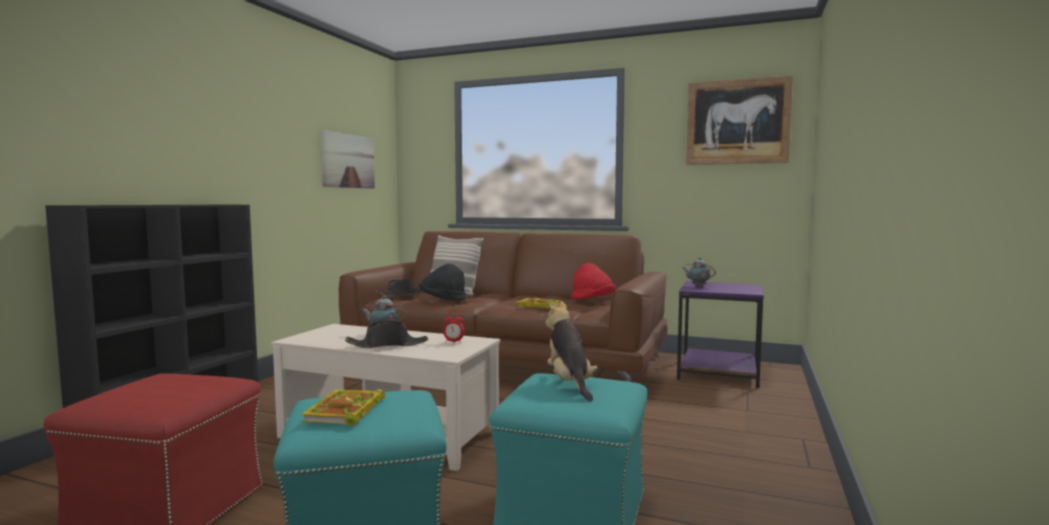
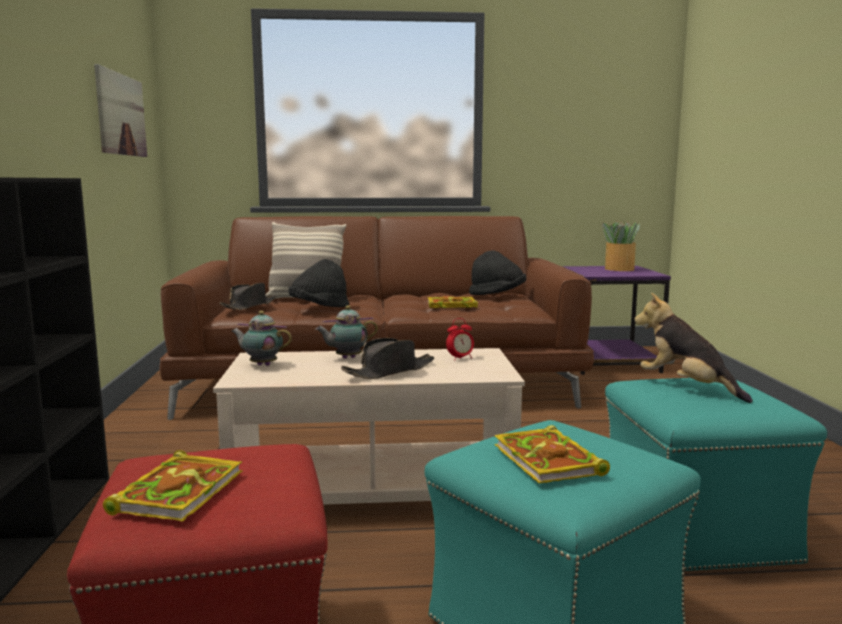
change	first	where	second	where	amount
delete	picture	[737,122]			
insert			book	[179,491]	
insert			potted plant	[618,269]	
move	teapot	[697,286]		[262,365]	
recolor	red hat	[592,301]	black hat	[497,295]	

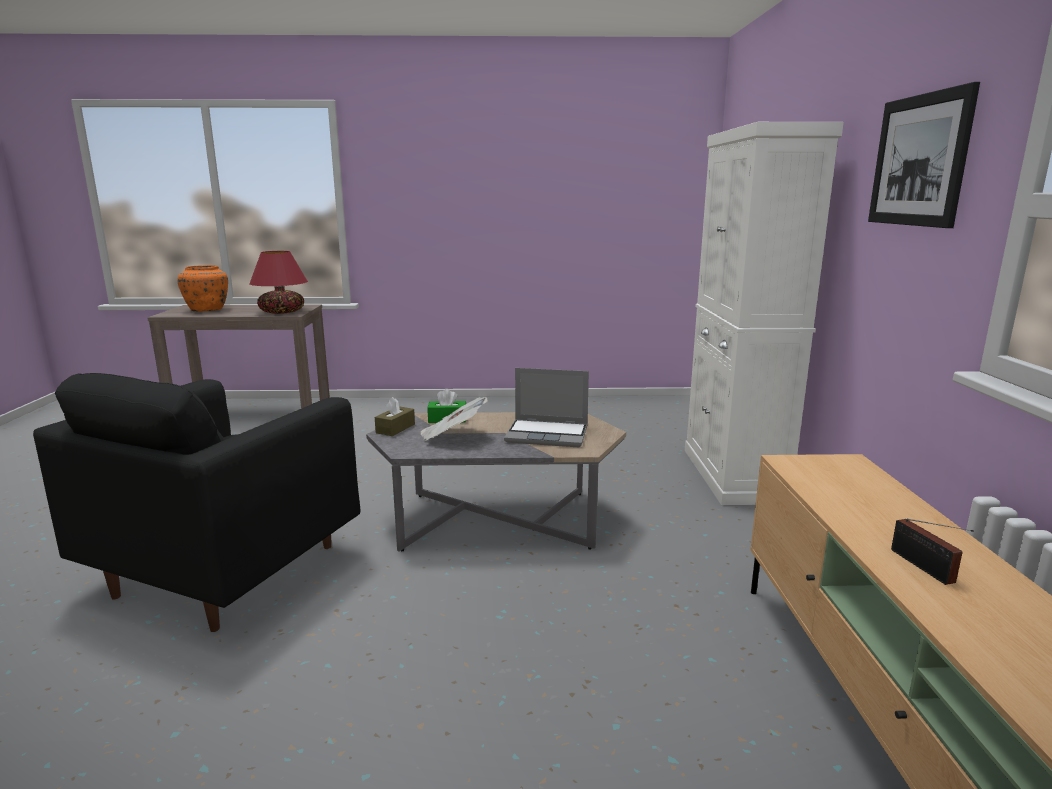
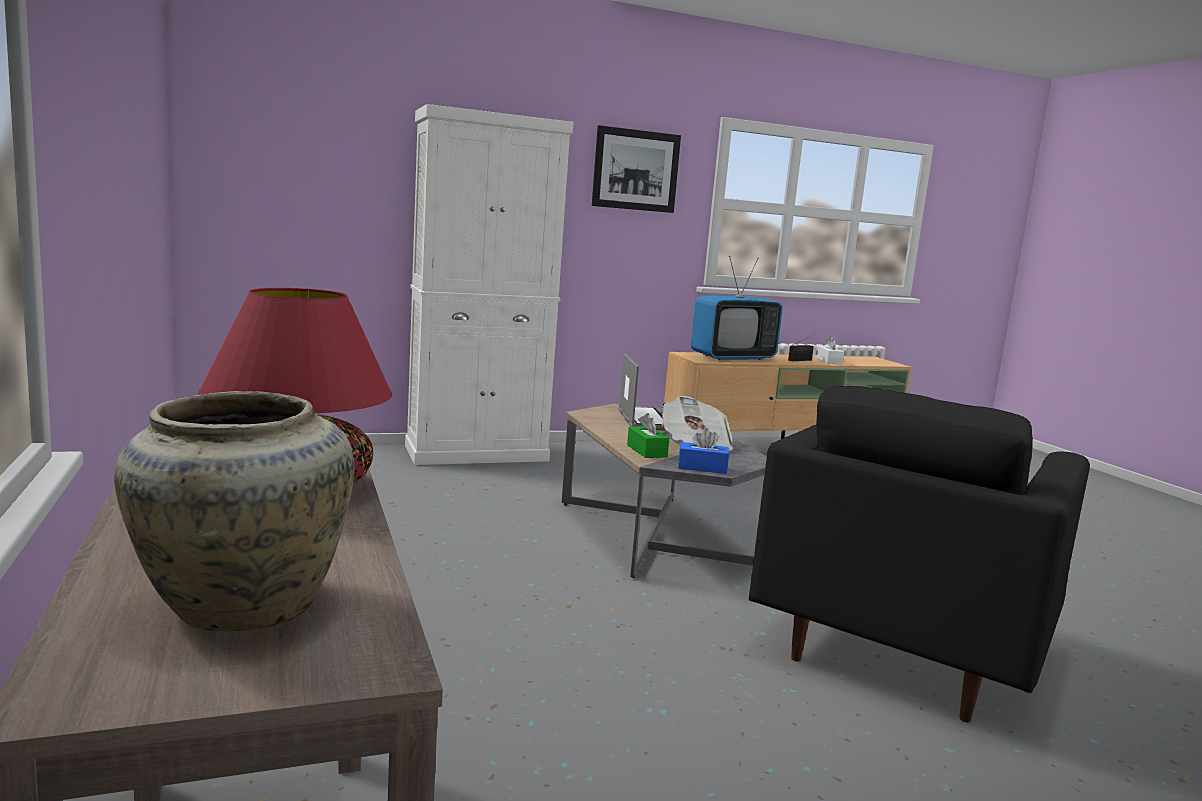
change	first	where	second	where	amount
insert			television	[732,358]	
insert			white tissue box	[829,361]	
recolor	orange vase	[207,310]	beige vase	[238,605]	
recolor	brown tissue box	[395,428]	blue tissue box	[702,467]	
rotate	black armchair	[228,570]		[901,649]	120 degrees clockwise

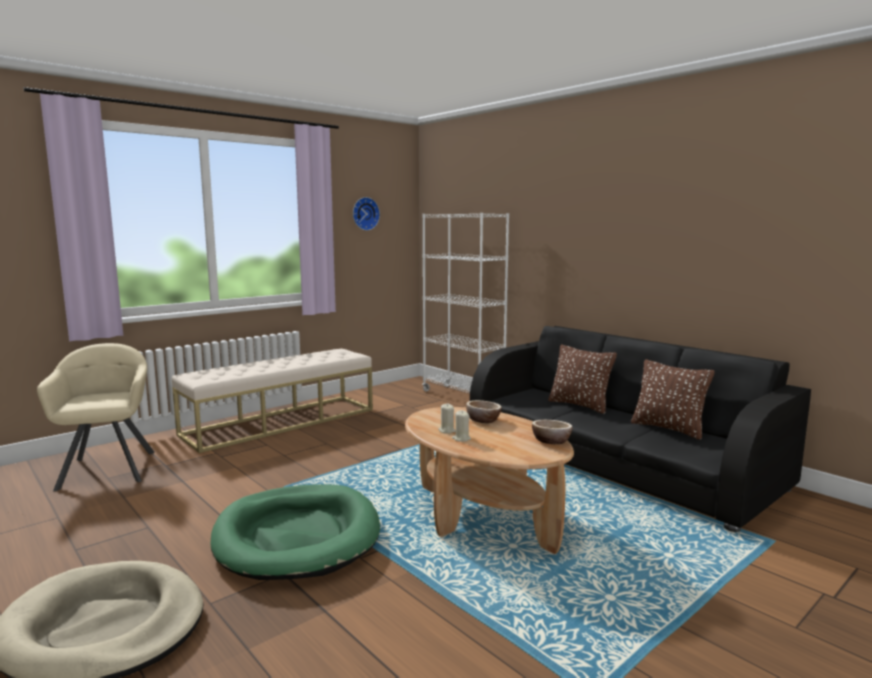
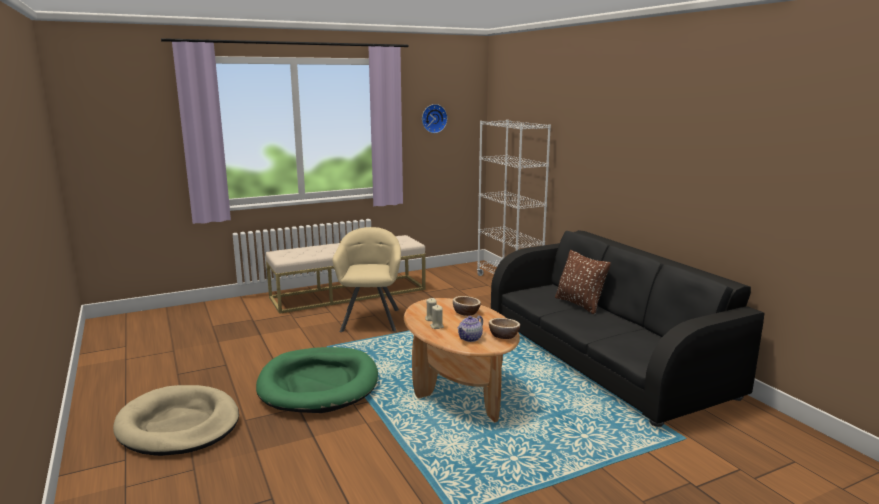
change	first	where	second	where	amount
delete	brown pillow	[668,429]			
insert			teapot	[470,338]	
move	beige armchair	[108,469]		[371,320]	

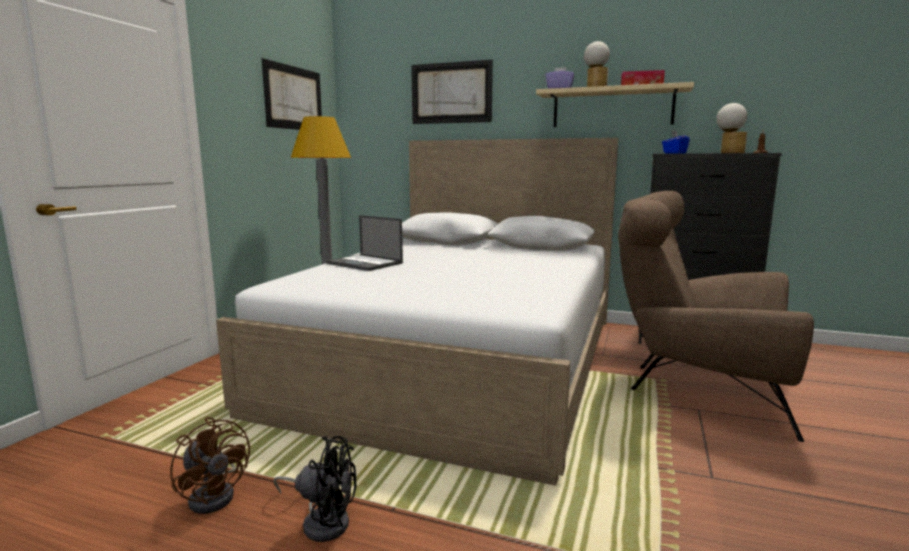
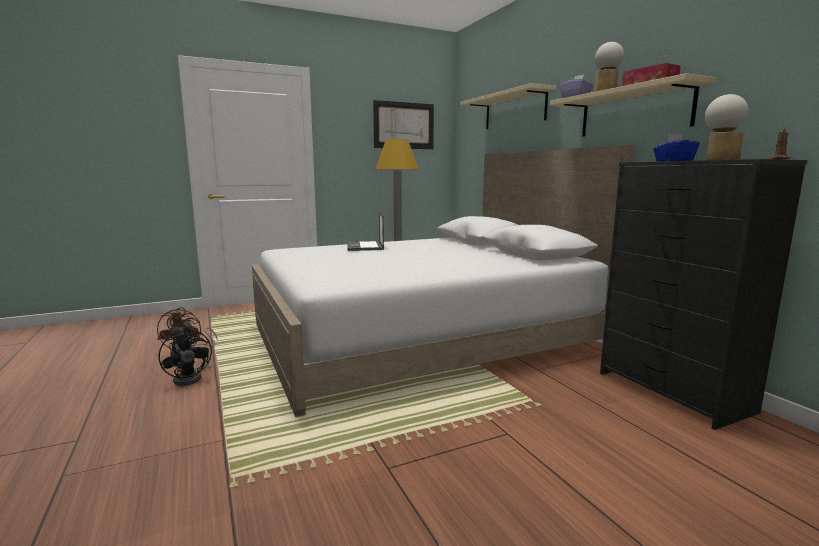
change	first	where	second	where	amount
delete	brown armchair	[697,389]			
replace	picture	[451,93]	beige shelf	[514,110]	

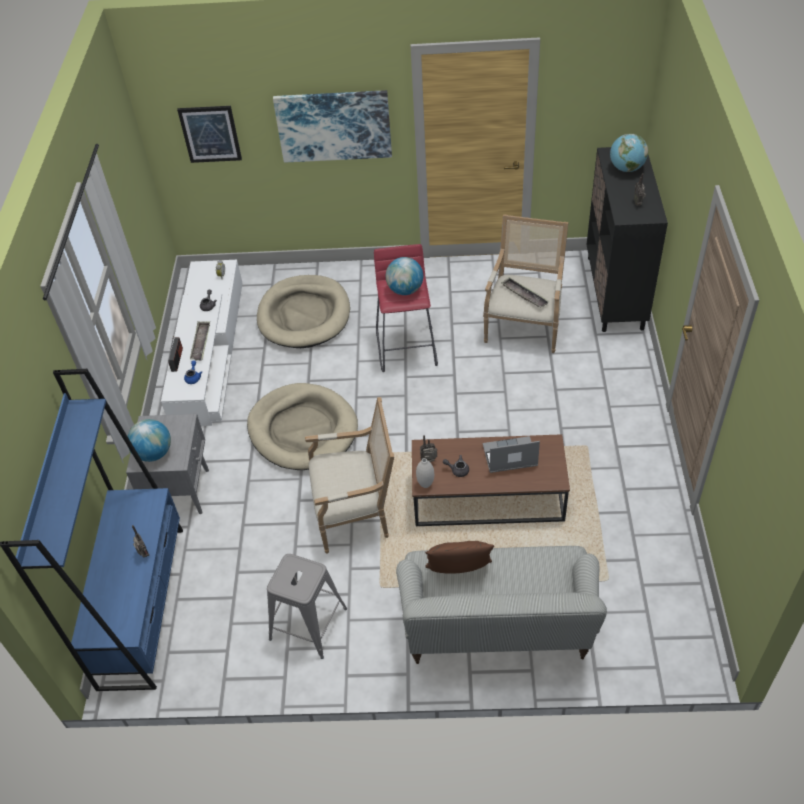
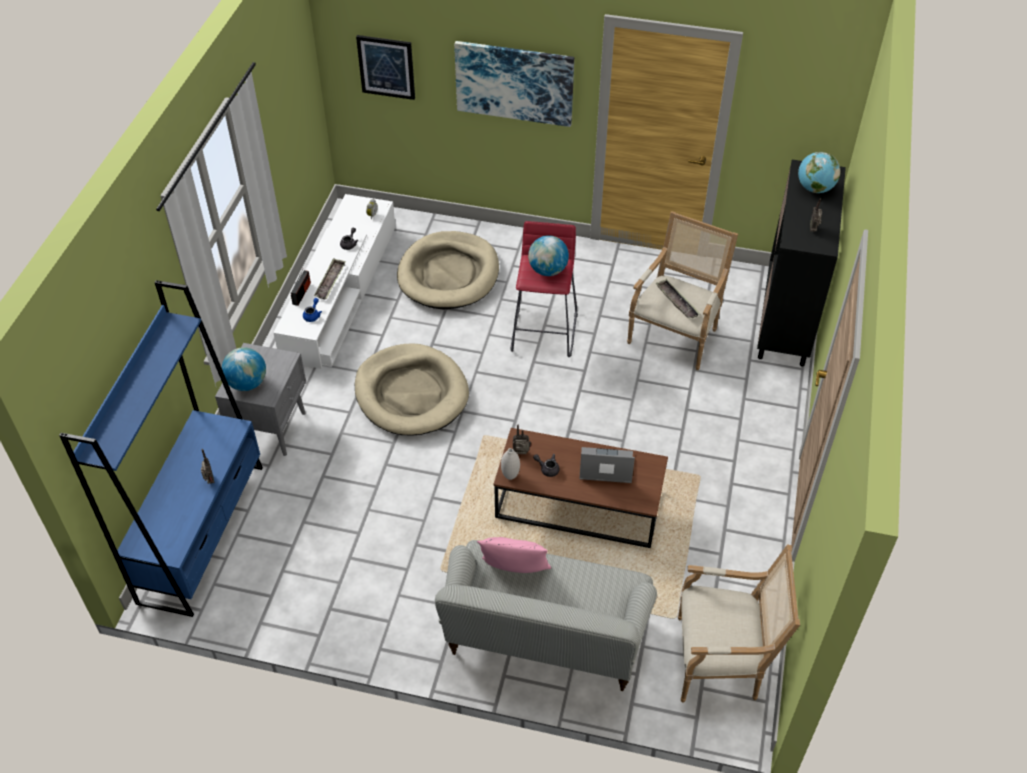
change	first	where	second	where	amount
delete	grey stool	[308,623]			
move	armchair	[356,513]		[722,661]	
recolor	brown pillow	[459,571]	pink pillow	[515,571]	

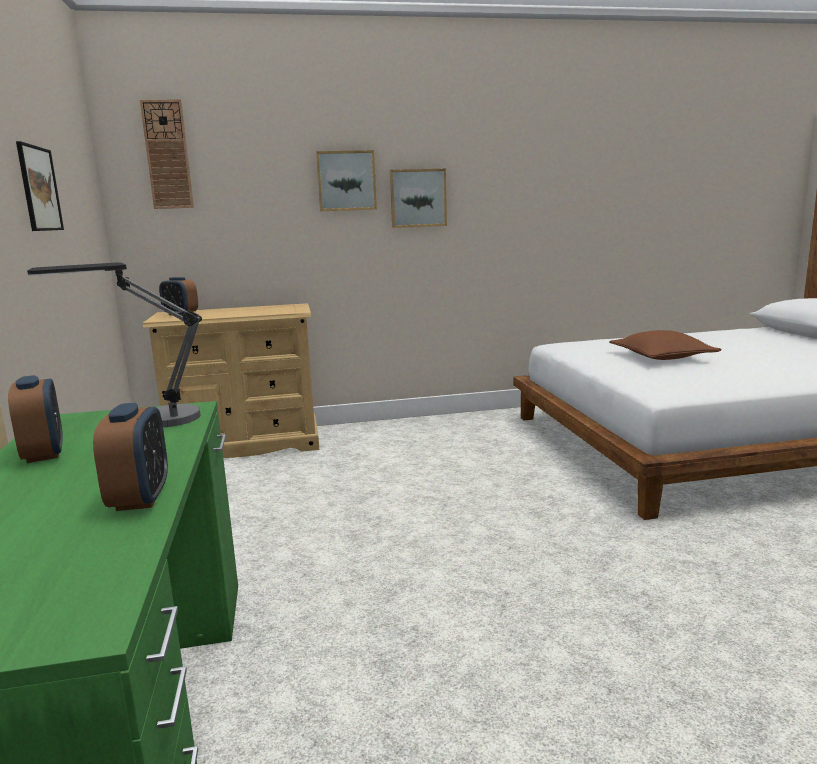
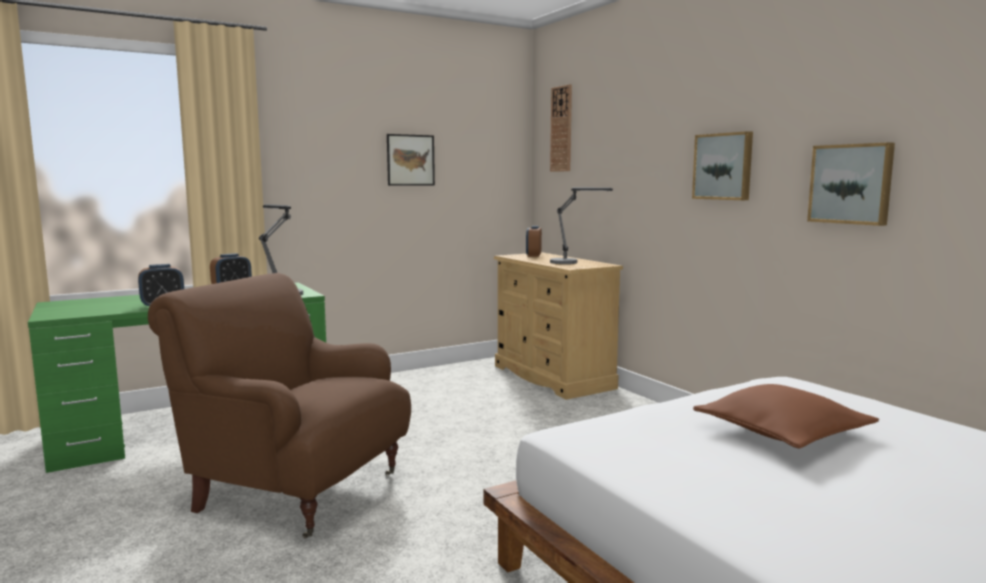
change	first	where	second	where	amount
insert			brown armchair	[296,491]	
insert			table lamp	[571,263]	
move	picture	[346,181]		[851,184]	

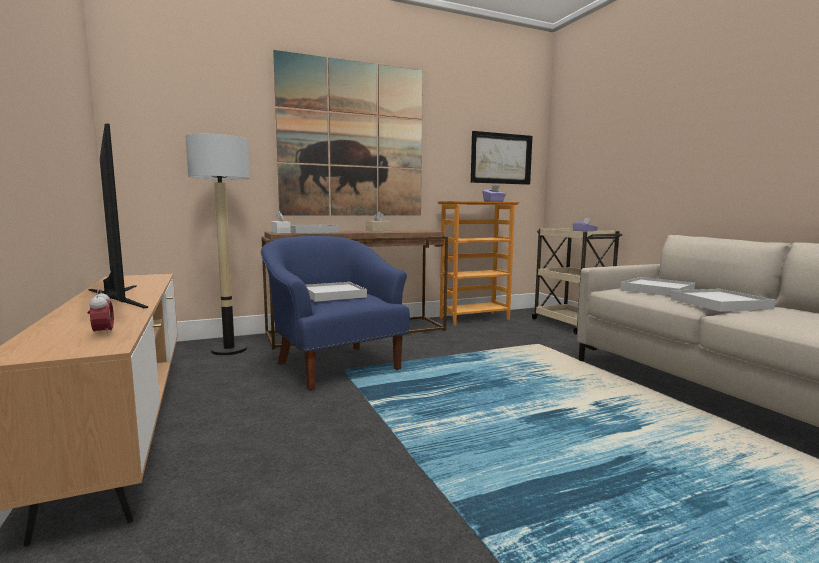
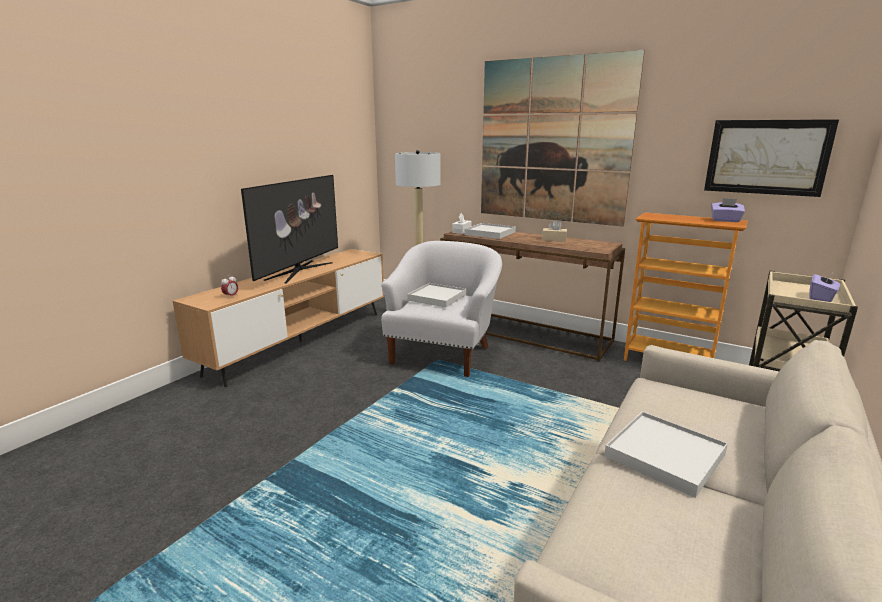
change	first	where	second	where	amount
delete	white tray	[657,290]			
recolor	blue armchair	[335,365]	white armchair	[443,354]	

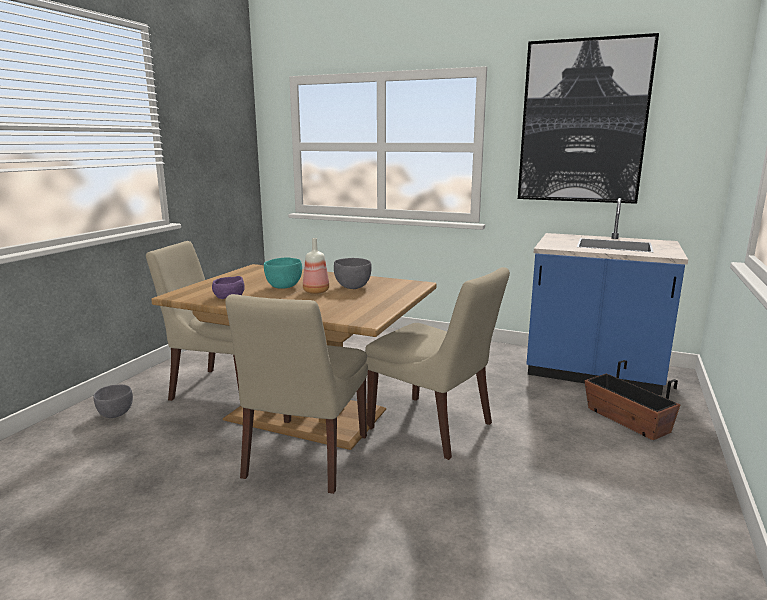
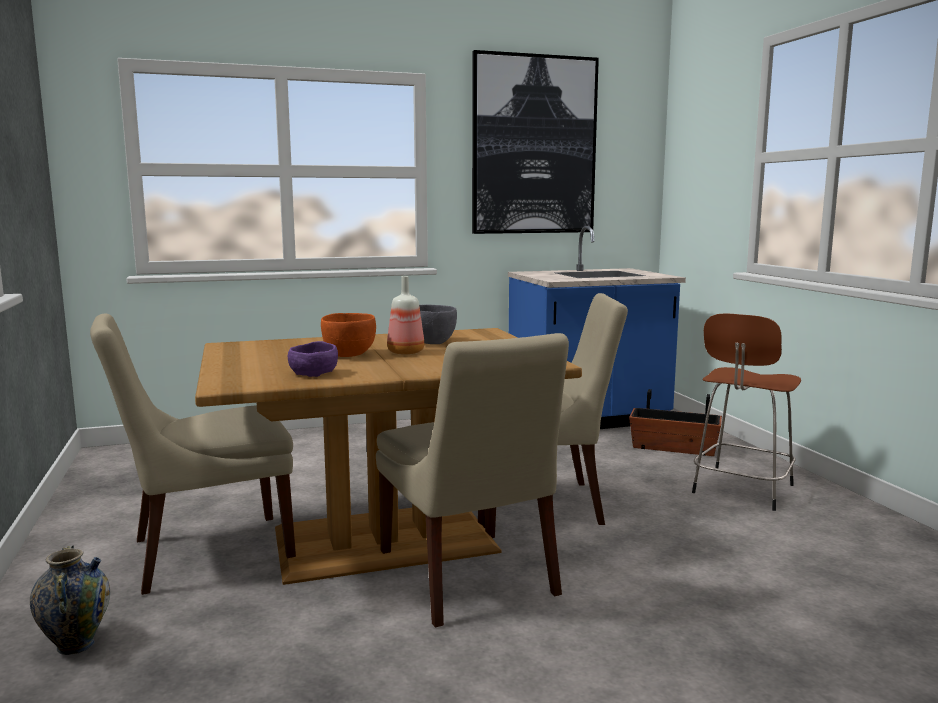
change	first	where	second	where	amount
insert			brown stool	[741,490]	
replace	grey bowl	[116,414]	vase	[76,644]	
recolor	turquoise bowl	[284,287]	orange bowl	[349,355]	

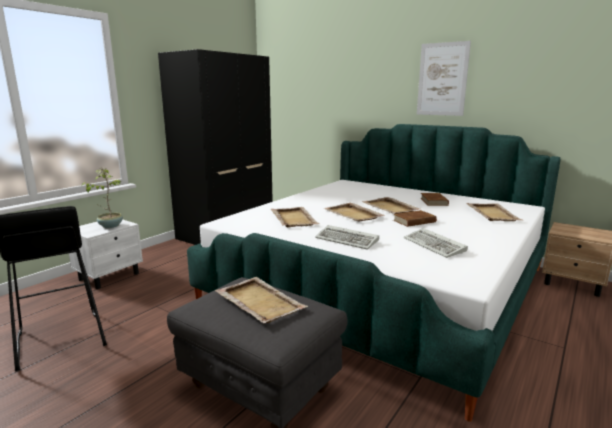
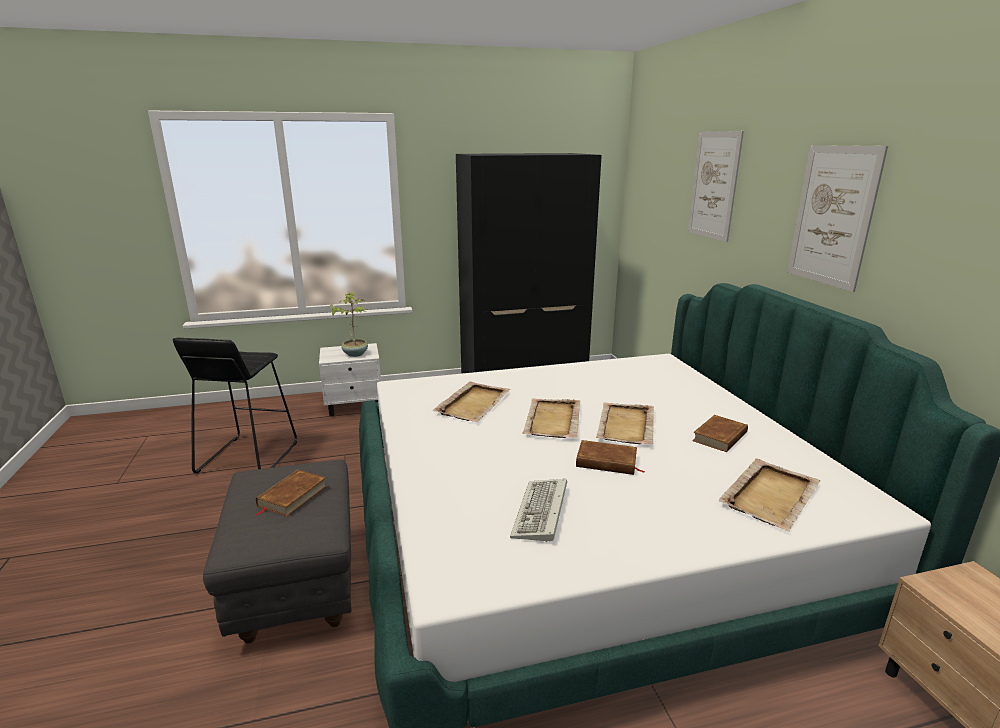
change	first	where	second	where	amount
delete	keyboard	[348,240]			
insert			picture	[714,185]	
replace	beige tray	[259,301]	brown book	[292,496]	

